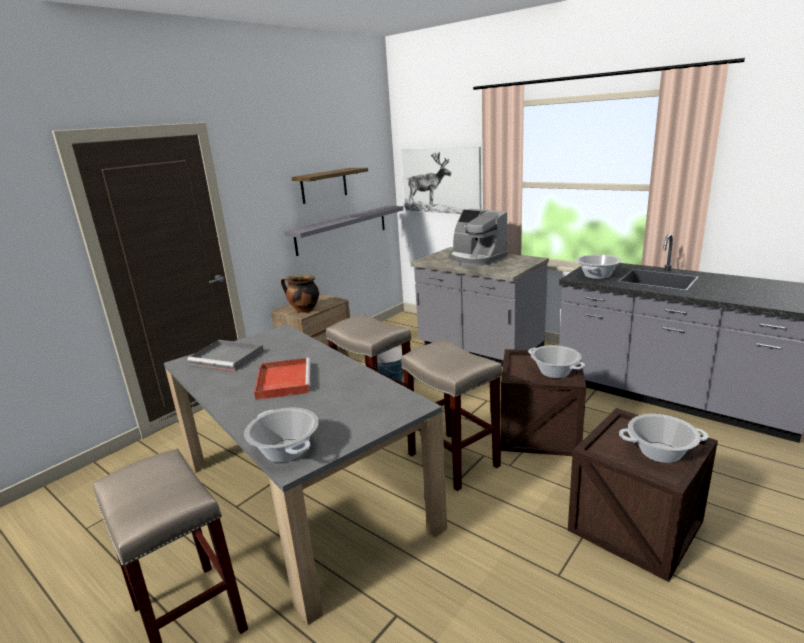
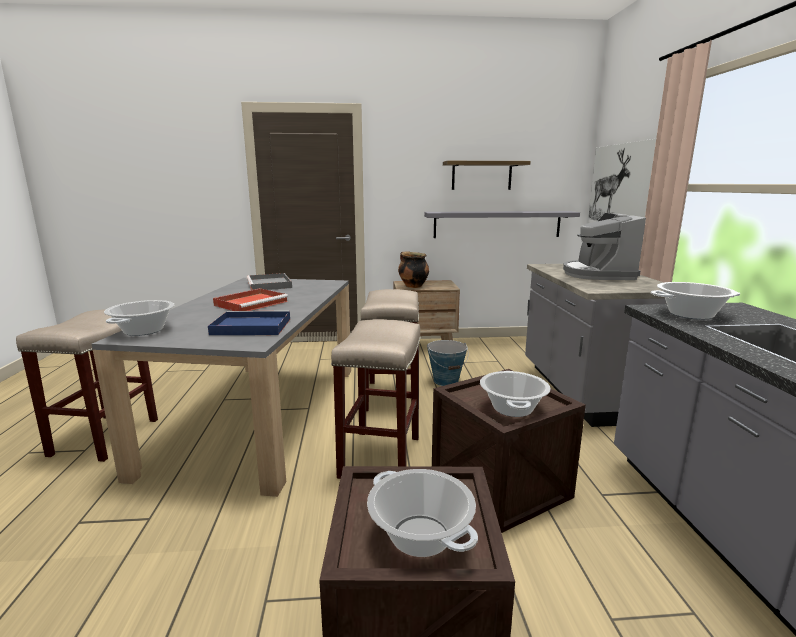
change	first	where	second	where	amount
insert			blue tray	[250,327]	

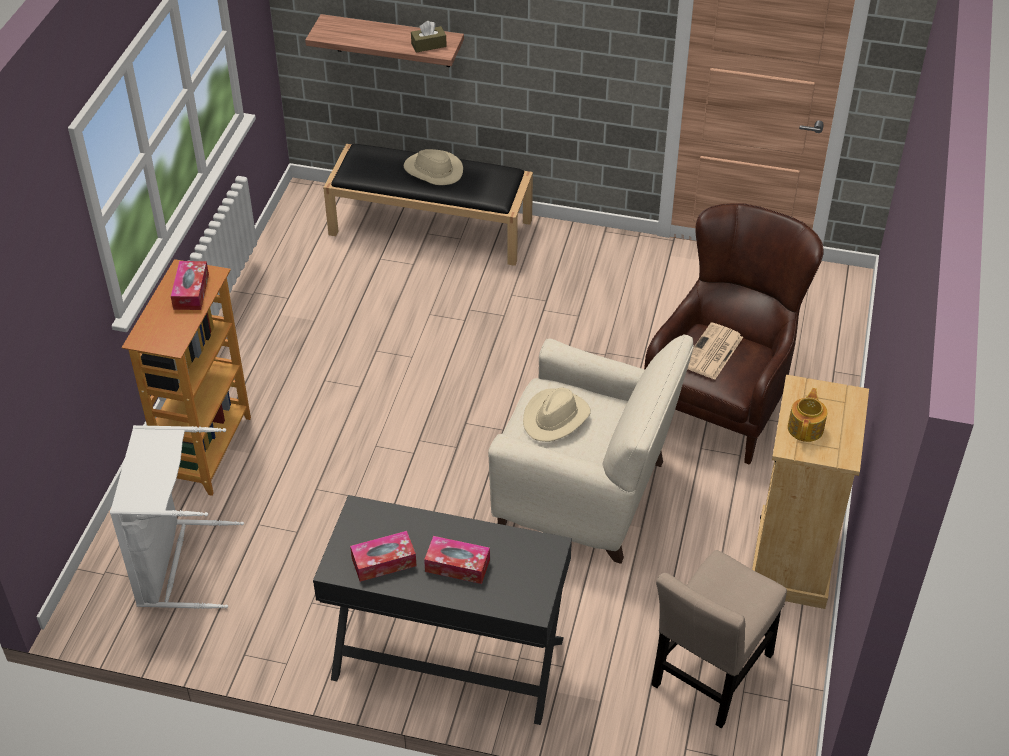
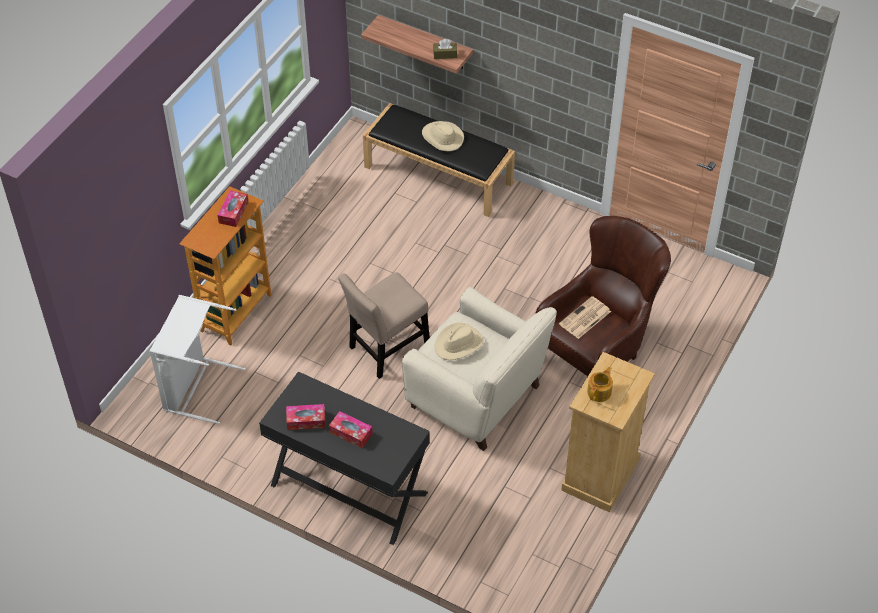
change	first	where	second	where	amount
move	beige chair	[710,675]		[386,349]	

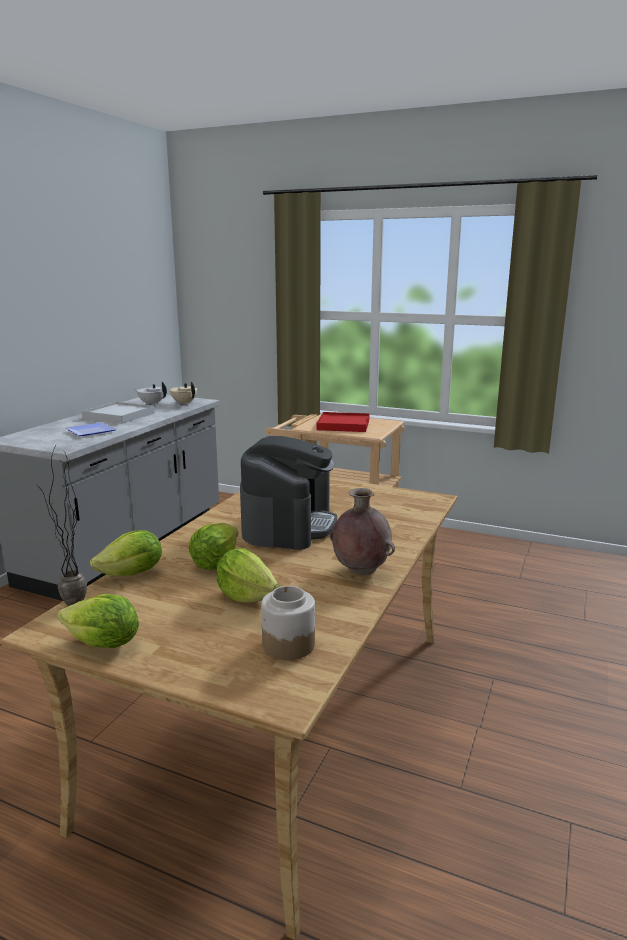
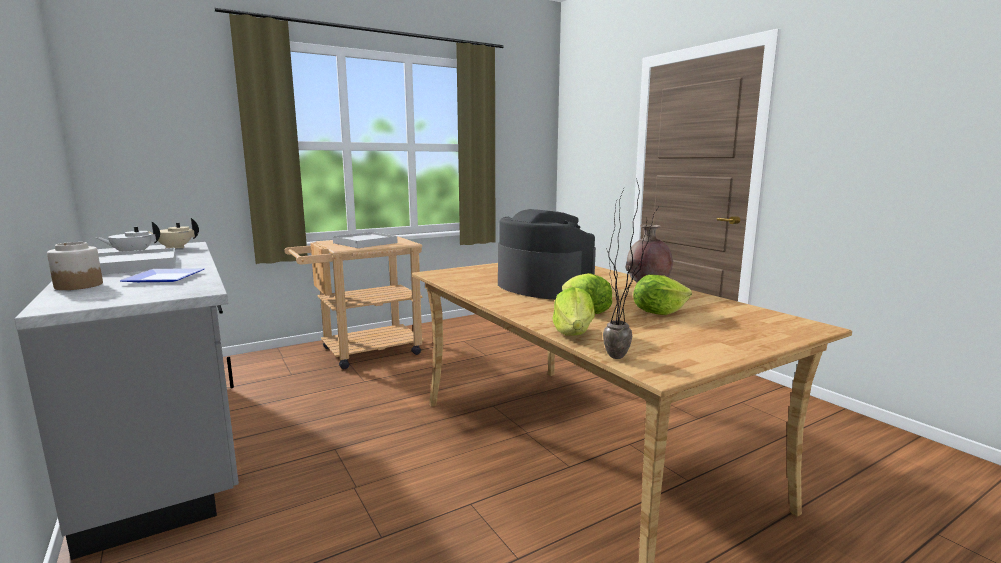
change	first	where	second	where	amount
delete	lettuce	[103,644]			
move	jar	[288,644]		[78,285]	
recolor	red tray	[343,425]	white tray	[365,243]	

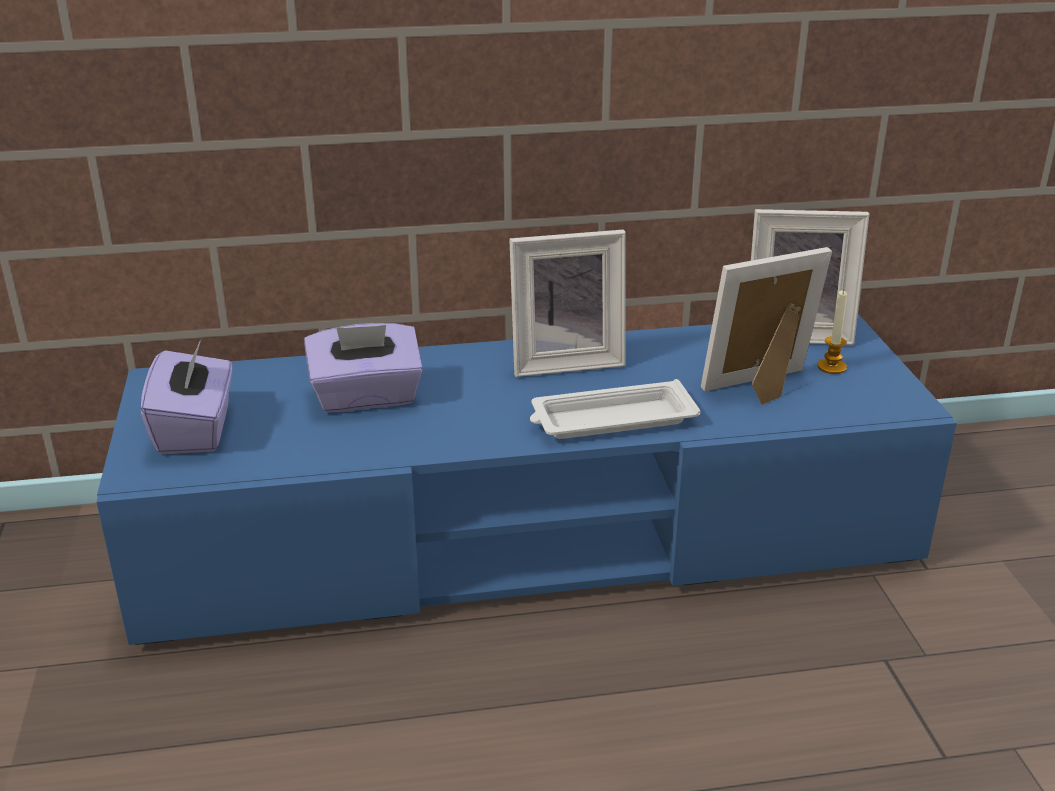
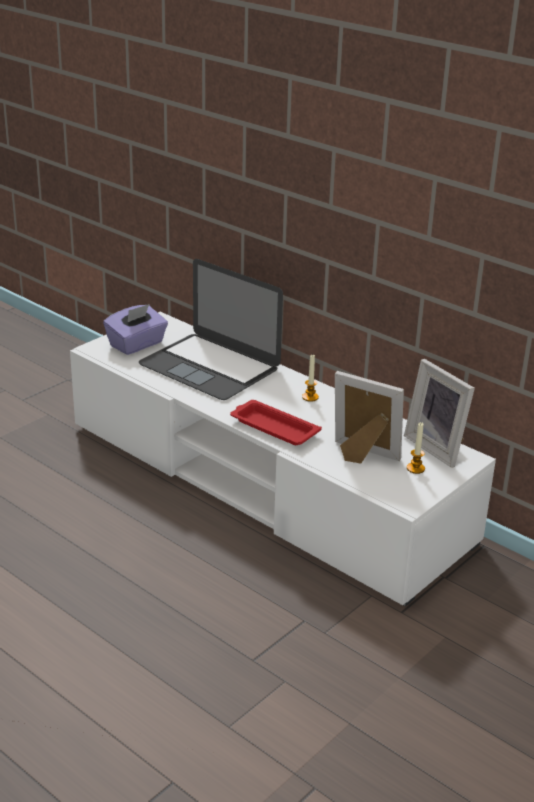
change	first	where	second	where	amount
replace	purple tissue box	[366,397]	laptop	[209,366]	
replace	picture frame	[565,361]	candle	[310,397]	
recolor	blue tv stand	[527,536]	white tv stand	[264,482]	
recolor	white tray	[610,420]	red tray	[273,427]	

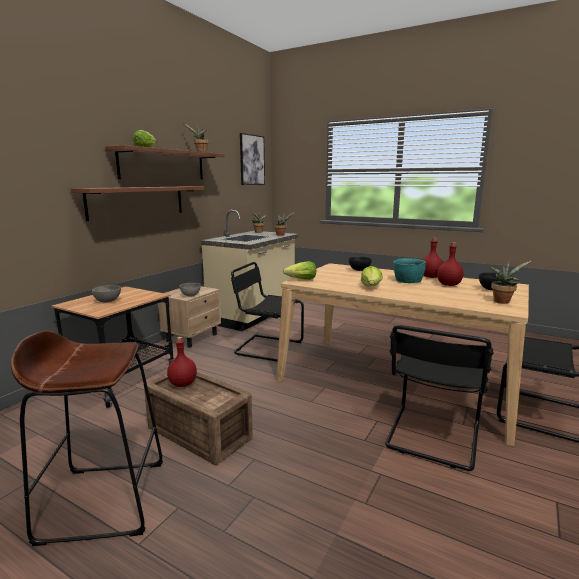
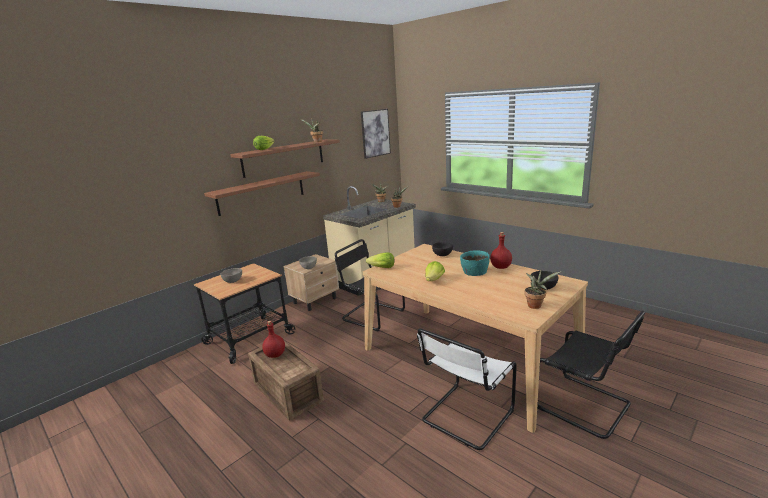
change	first	where	second	where	amount
delete	brown stool	[104,499]			
delete	red bottle	[448,285]			
recolor	black chair	[432,438]	white chair	[465,417]	

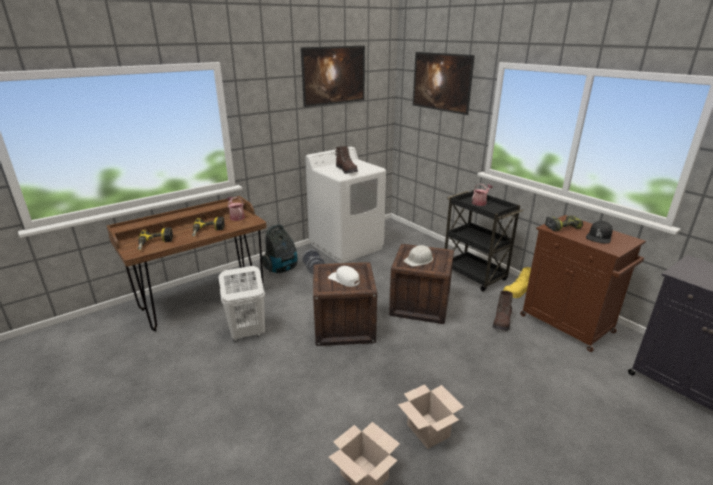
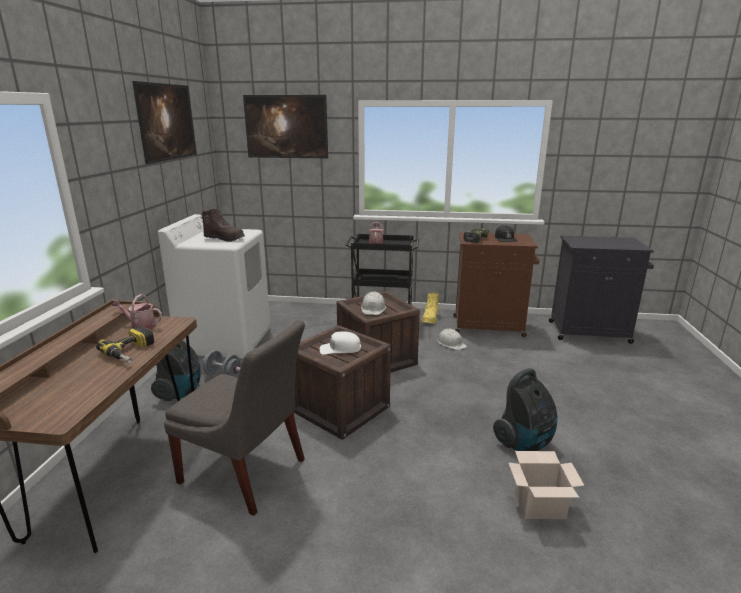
change	first	where	second	where	amount
delete	power drill	[155,243]			
replace	white laundry basket	[247,333]	grey chair	[246,473]	
replace	cardboard box	[429,431]	vacuum cleaner	[525,443]	
replace	brown boot	[502,321]	white hard hat	[451,343]	

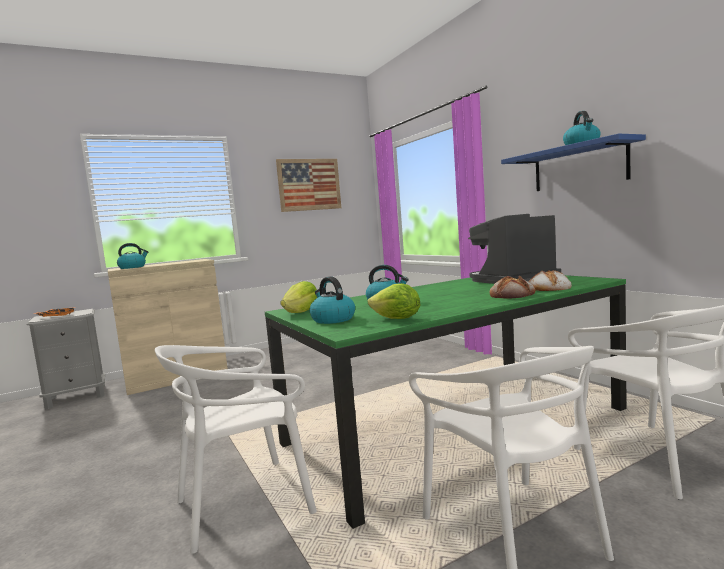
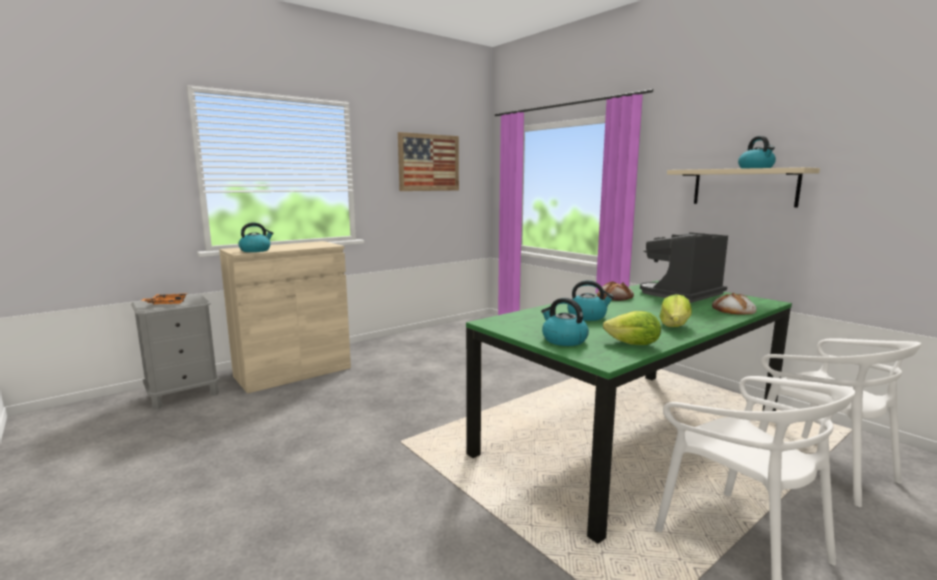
change	first	where	second	where	amount
delete	white chair	[245,503]			
move	lettuce	[302,312]		[674,326]	
move	bread	[512,295]		[615,297]	
recolor	blue shelf	[578,167]	beige shelf	[744,187]	

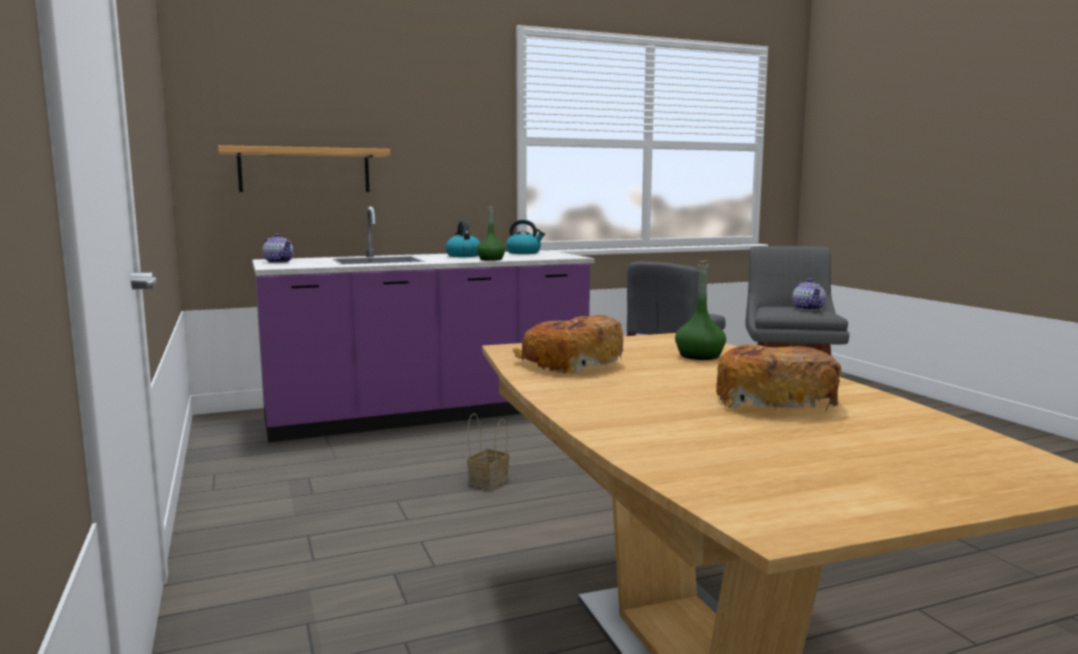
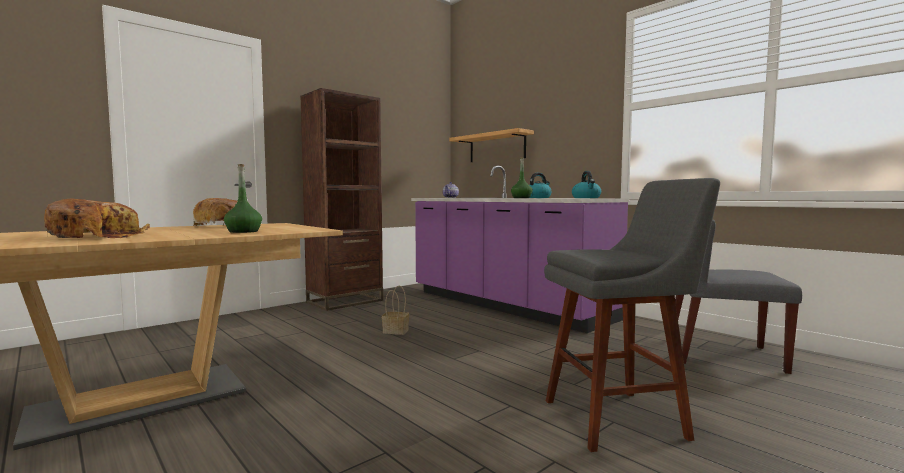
change	first	where	second	where	amount
delete	teapot	[808,309]			
insert			brown bookcase	[345,301]	

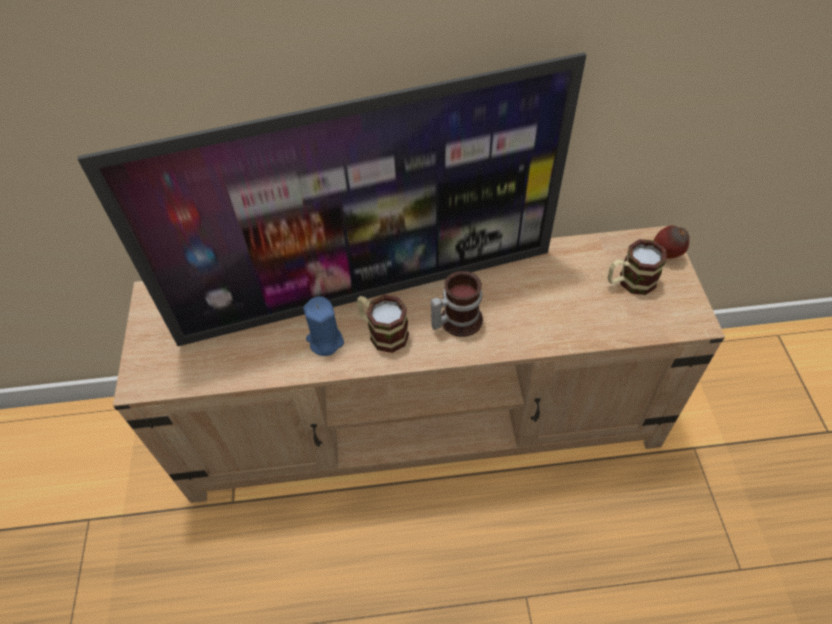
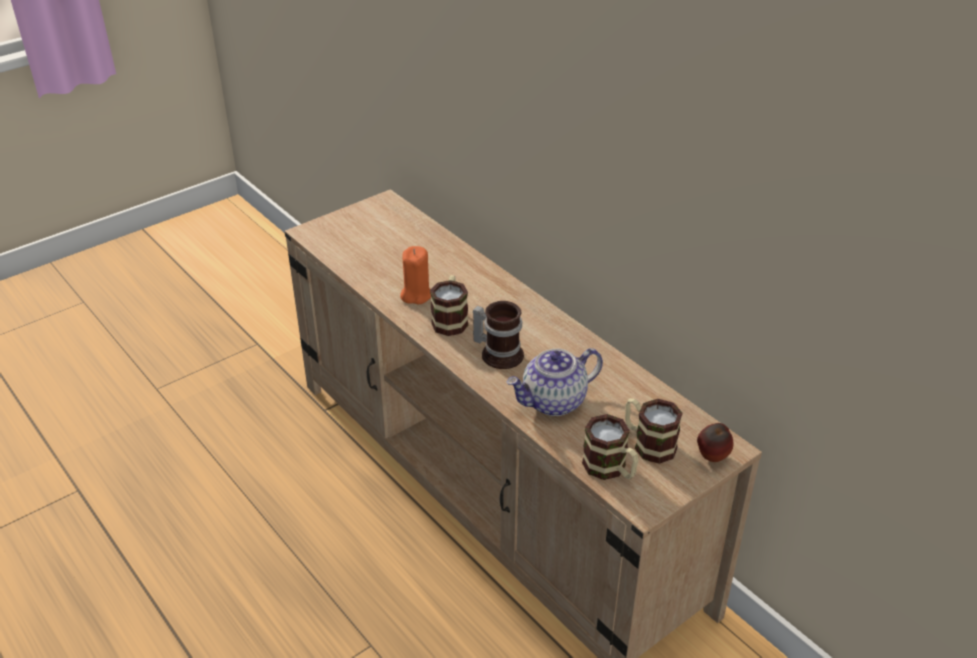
change	first	where	second	where	amount
delete	television	[369,292]			
insert			teapot	[554,402]	
insert			mug	[610,469]	
recolor	blue candle	[325,341]	orange candle	[416,295]	

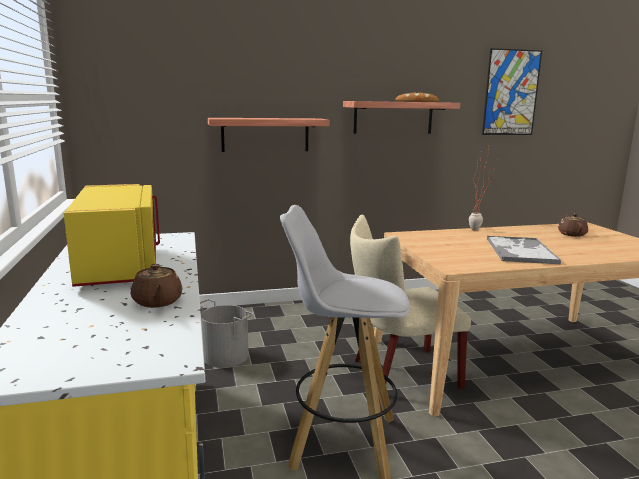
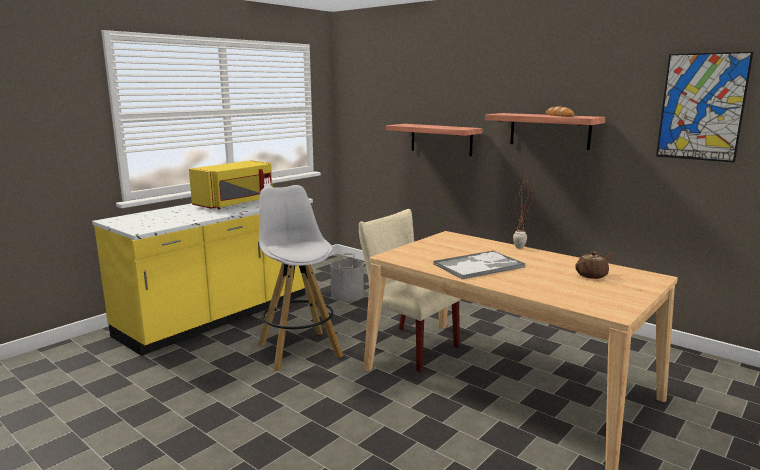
change	first	where	second	where	amount
delete	brown teapot	[157,302]			

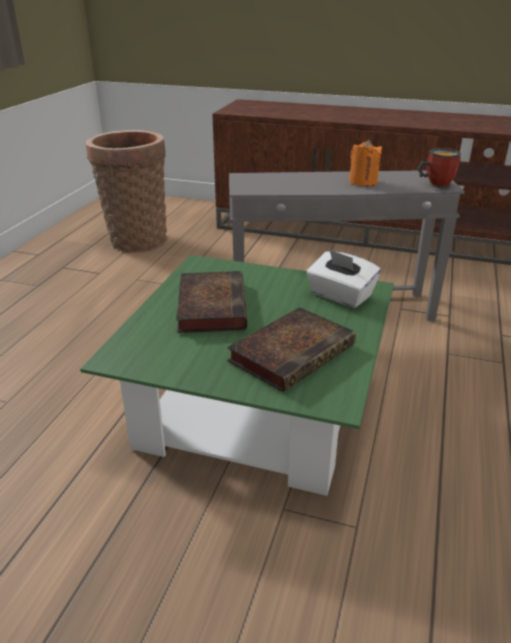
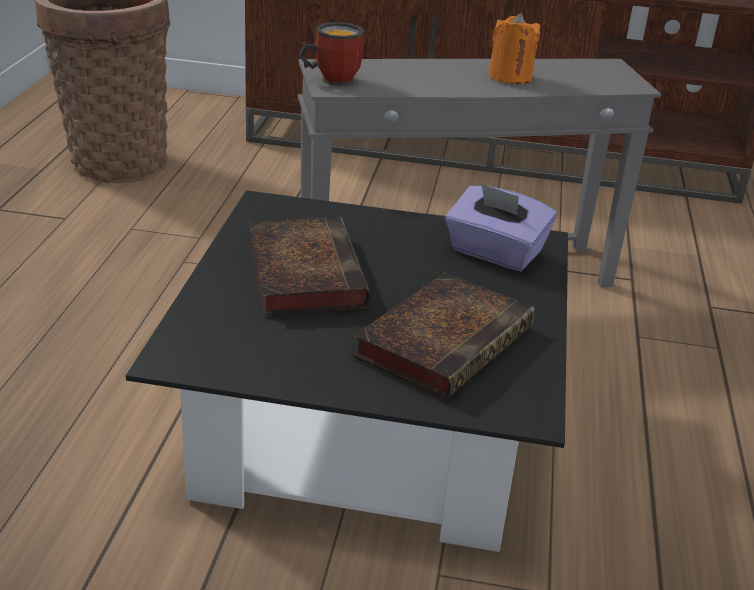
change	first	where	second	where	amount
move	mug	[434,184]		[330,79]	
recolor	green coffee table	[255,407]	black coffee table	[367,428]	
recolor	white tissue box	[340,296]	purple tissue box	[495,253]	

